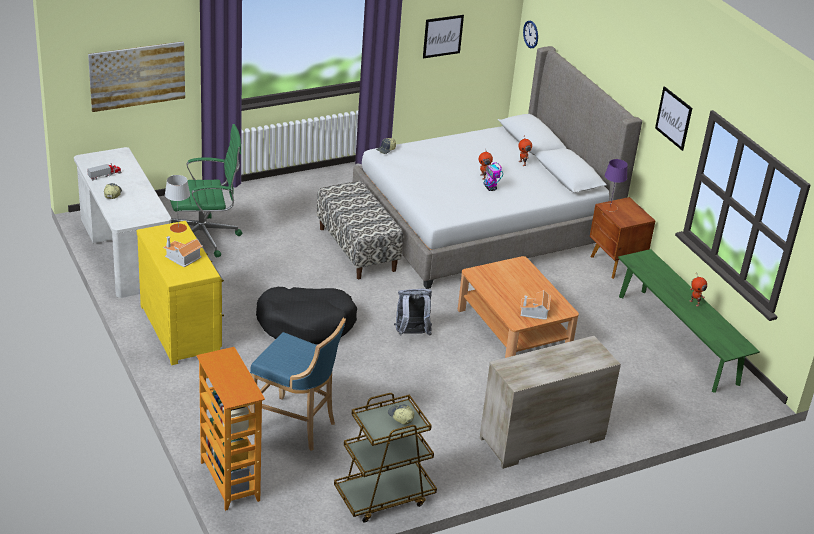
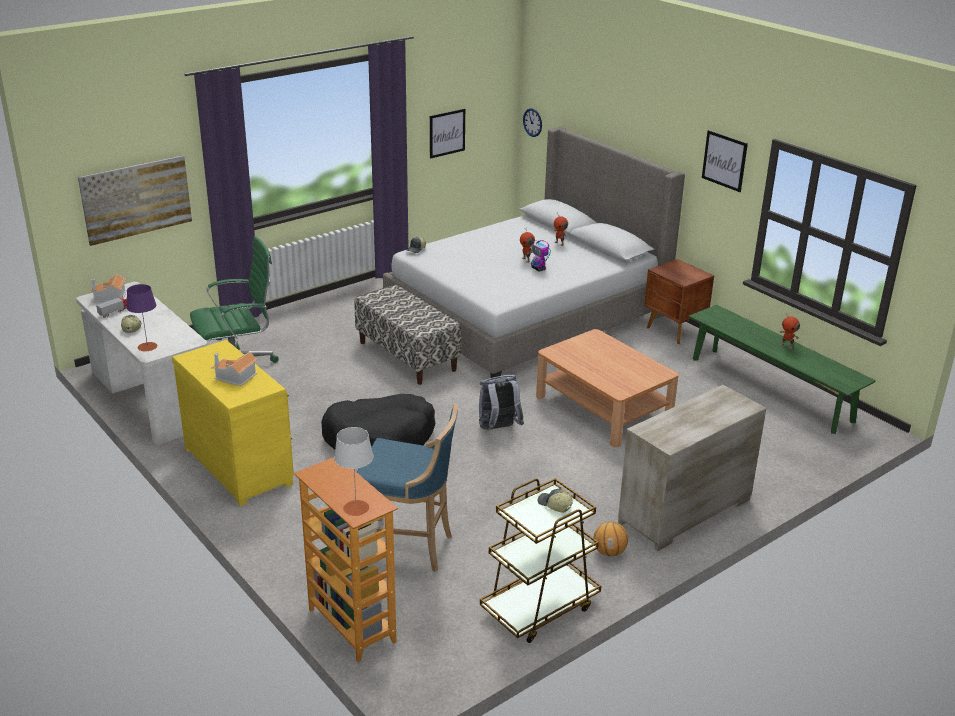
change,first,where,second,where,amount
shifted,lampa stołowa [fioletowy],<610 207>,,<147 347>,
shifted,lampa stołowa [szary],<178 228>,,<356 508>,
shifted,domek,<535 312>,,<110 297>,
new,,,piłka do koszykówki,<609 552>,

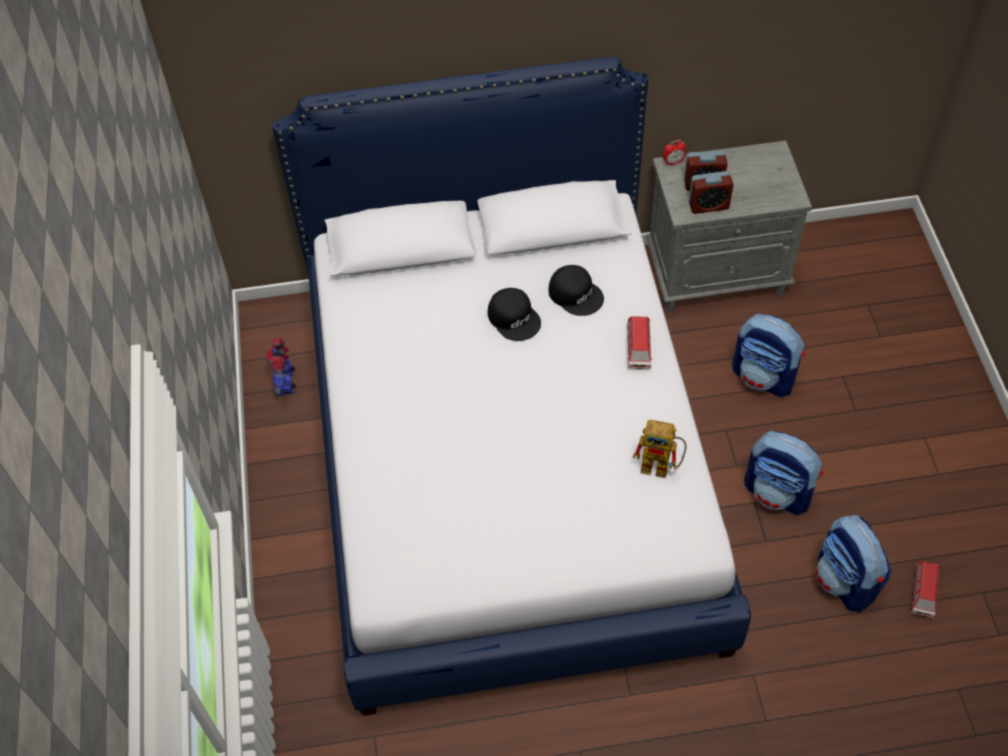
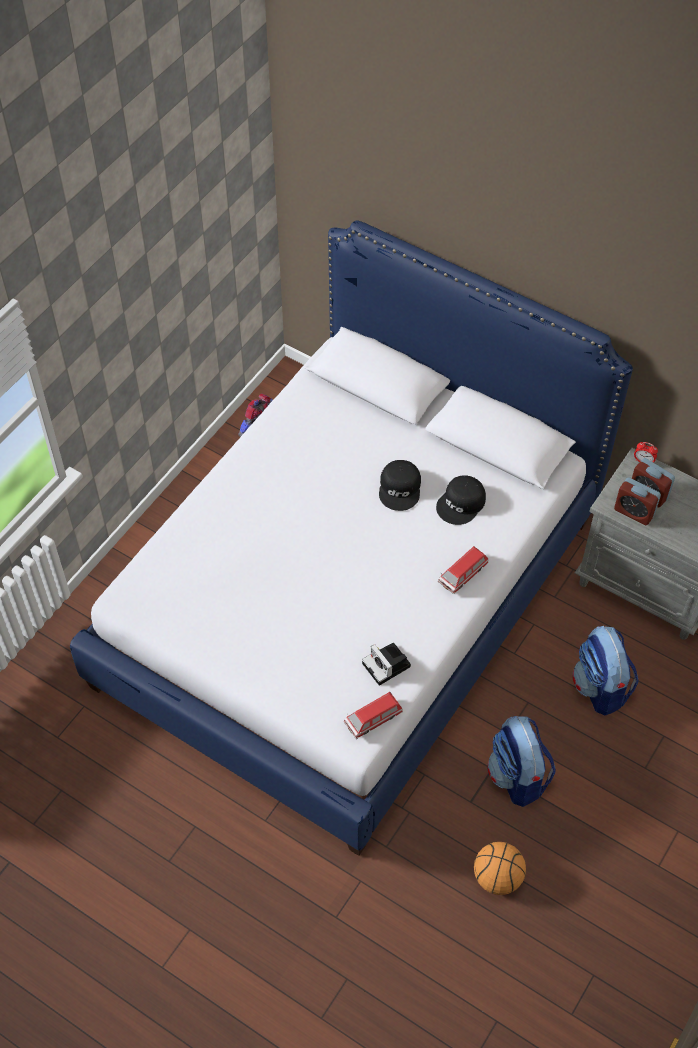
change,first,where,second,where,amount
rotated,czapka z daszkiem [czarny],<576 294>,,<461 504>,45 degrees clockwise
swapped,robot zabawkowy,<661 466>,aparat fotograficzny,<387 666>,
swapped,plecak,<846 581>,piłka do koszykówki,<497 878>,
shifted,samochodzik,<923 593>,,<373 719>,

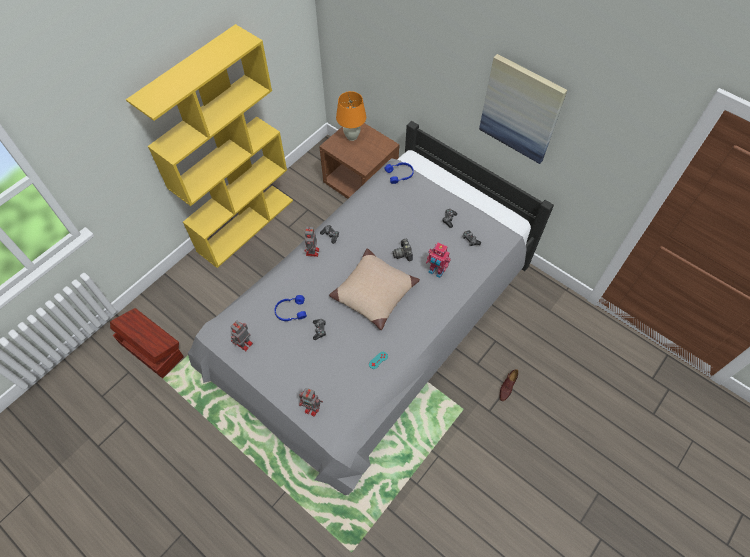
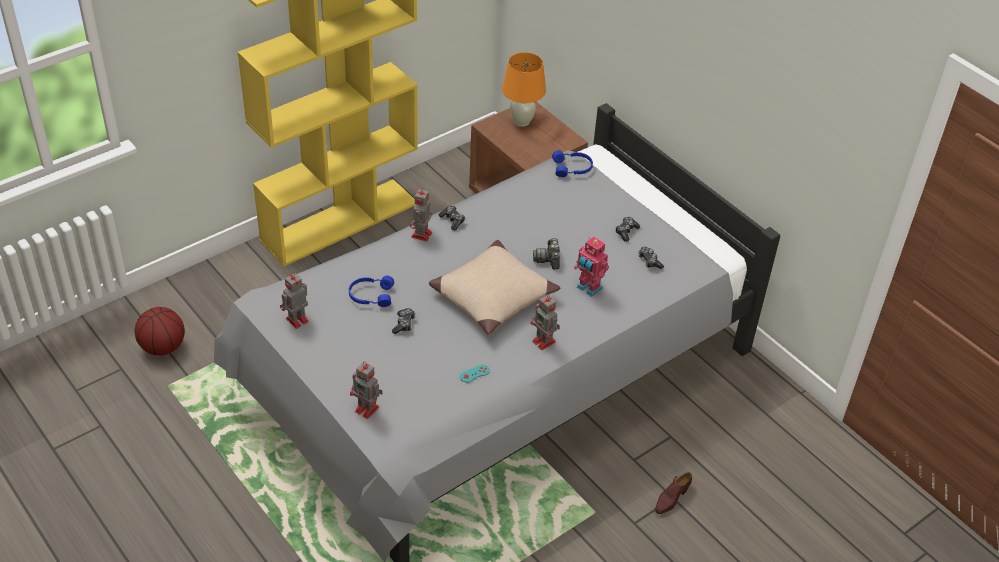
change,first,where,second,where,amount
gone,obraz,<521 109>,,,
swapped,pojemnik do przechowywania [brązowy],<152 349>,piłka do koszykówki,<162 347>,
new,,,robot zabawkowy,<544 342>,

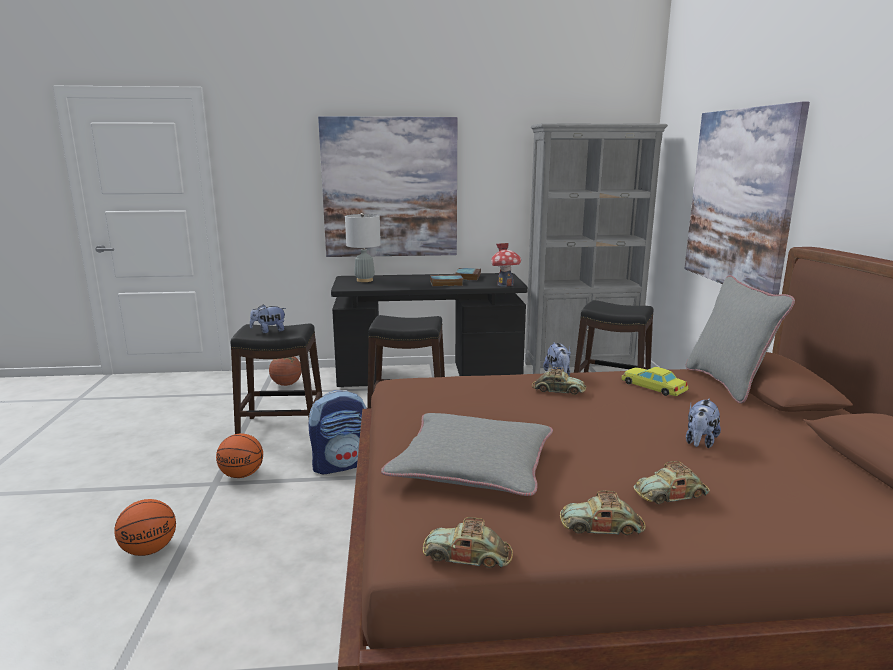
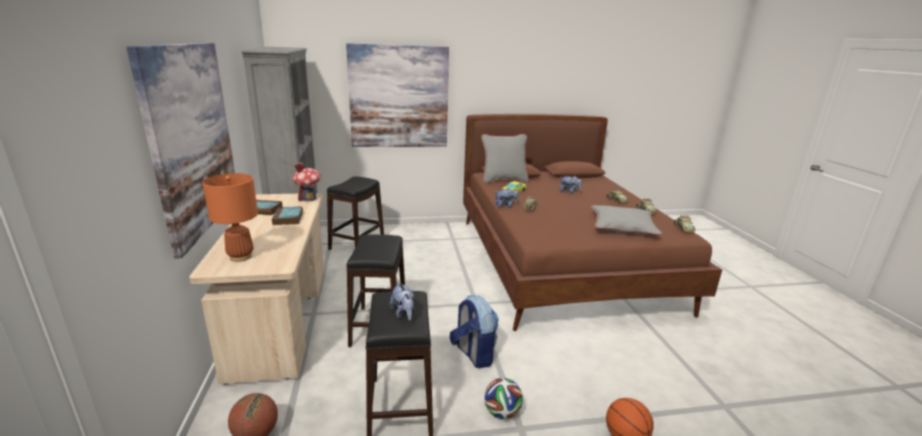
change,first,where,second,where,amount
repainted,lampa stołowa [szary],<365 280>,lampa stołowa [pomarańczowy],<240 257>,
repainted,biurko [czarny],<429 376>,biurko [beżowy],<281 318>,
swapped,piłka do koszykówki,<242 475>,piłka futbolowa,<502 412>,

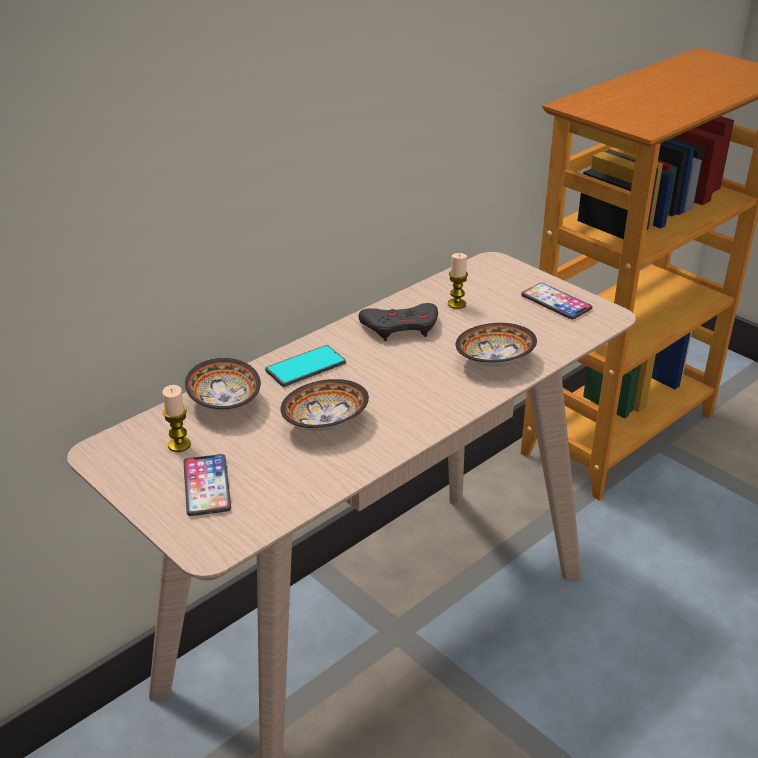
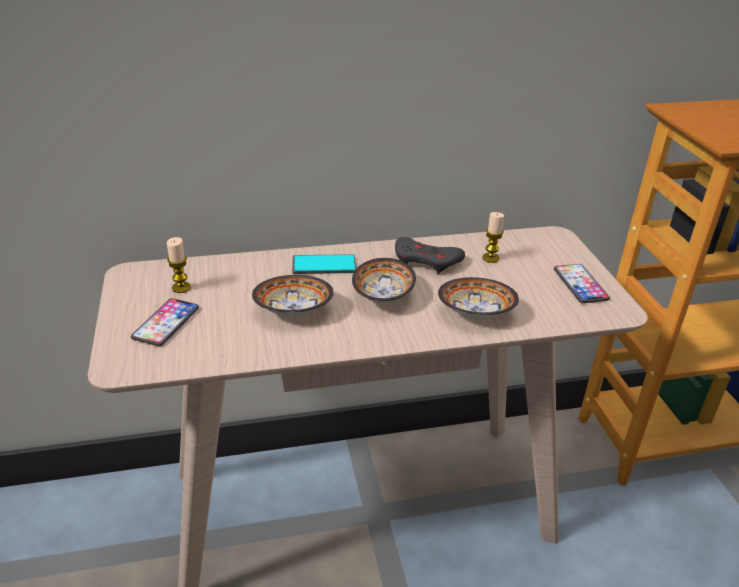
change,first,where,second,where,amount
shifted,miska,<226 401>,,<384 295>,

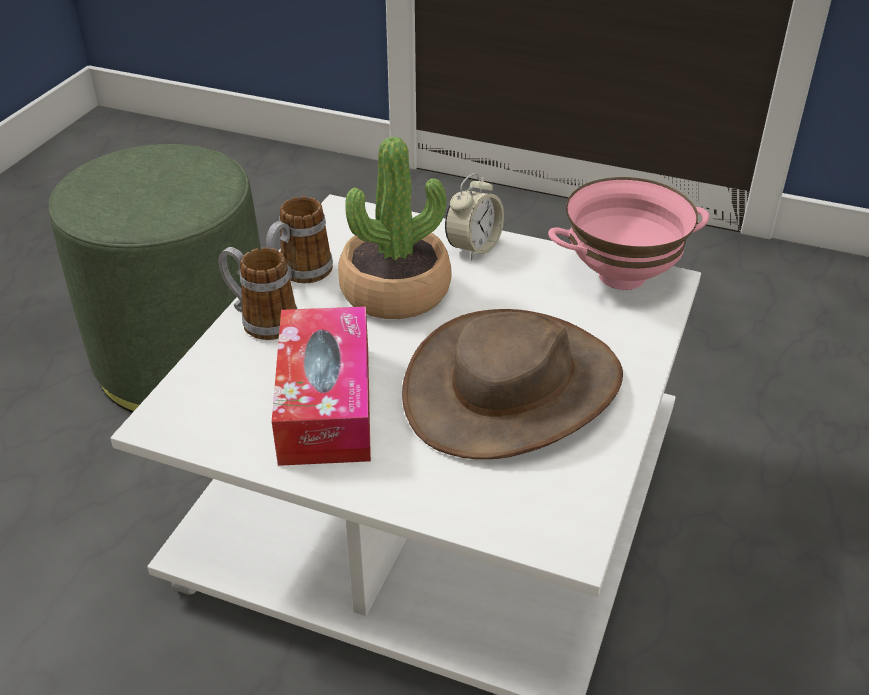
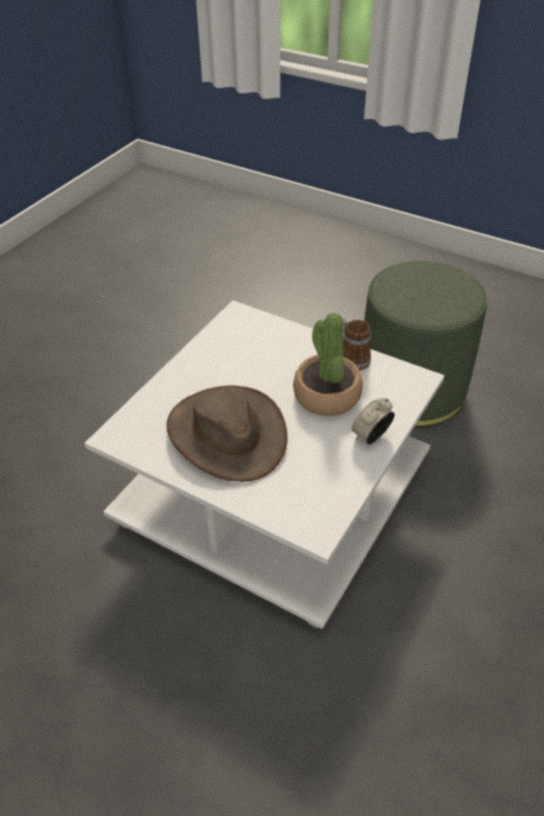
change,first,where,second,where,amount
rotated,budzik,<473 247>,,<371 436>,90 degrees clockwise
gone,miska [różowy],<622 277>,,,
gone,kubek,<261 320>,,,
gone,pudełko chusteczek,<325 403>,,,

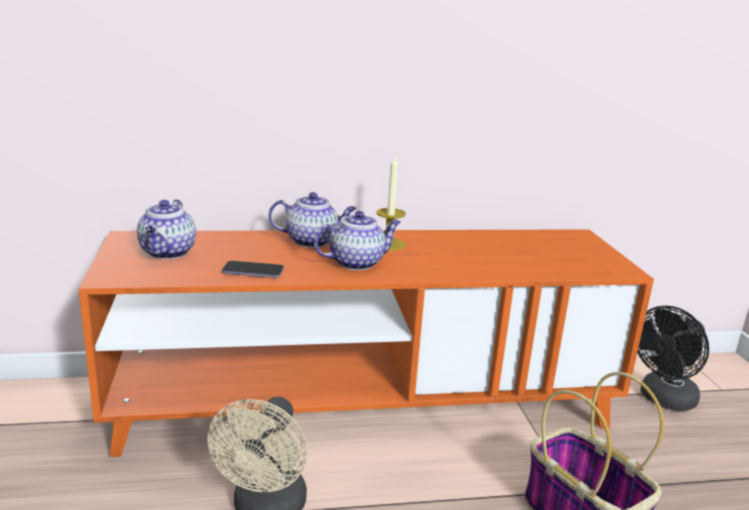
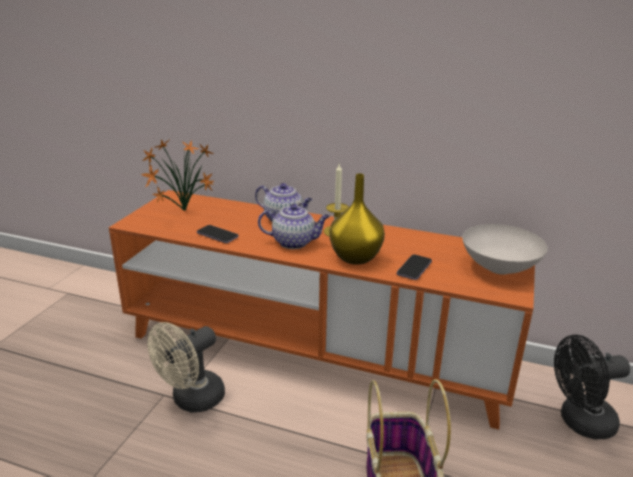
change,first,where,second,where,amount
swapped,imbryk,<168 253>,roślina doniczkowa,<182 212>,
new,,,wazon [żółty],<356 258>,
new,,,miska [biały],<498 267>,
new,,,telefon,<414 268>,

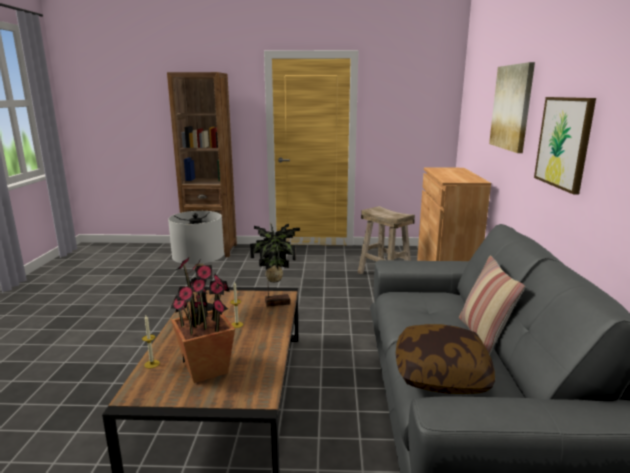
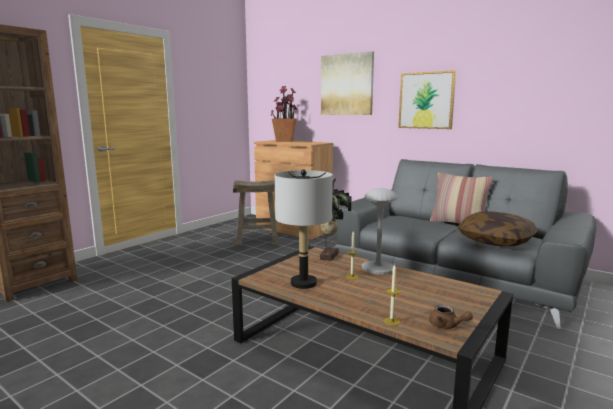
change,first,where,second,where,amount
shifted,roślina doniczkowa,<206 369>,,<284 141>,
new,,,lampa stołowa [szary],<377 269>,
new,,,imbryk [brązowy],<447 326>,

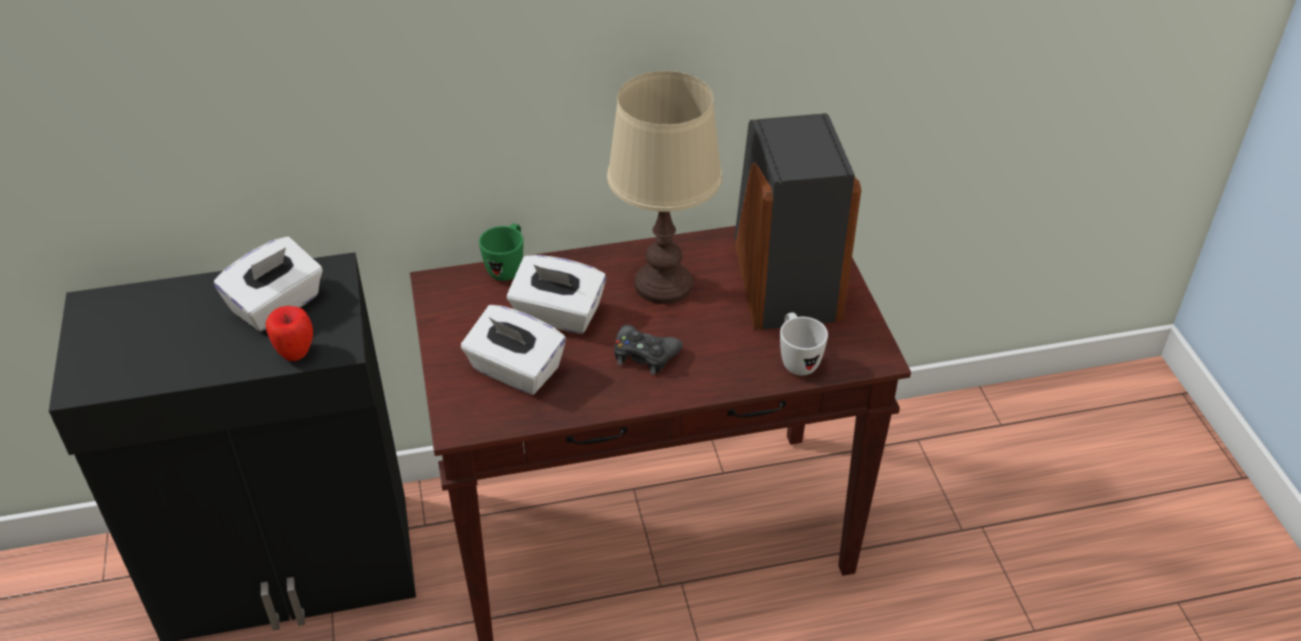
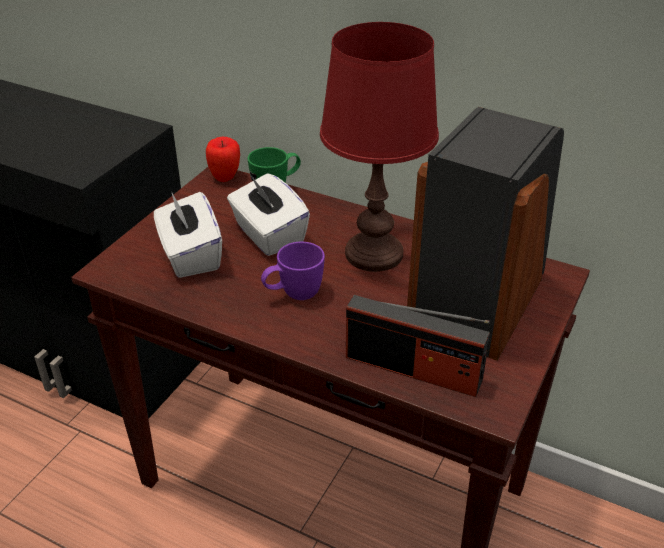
change,first,where,second,where,amount
repainted,lampa stołowa [beżowy],<663 285>,lampa stołowa [czerwony],<373 254>,
gone,pudełko chusteczek [biały],<277 305>,,,
shifted,jabłko,<295 353>,,<225 178>,
swapped,kubek [biały],<796 360>,radio,<413 369>,
swapped,pad do gier [czarny],<644 355>,kubek [fioletowy],<293 295>,

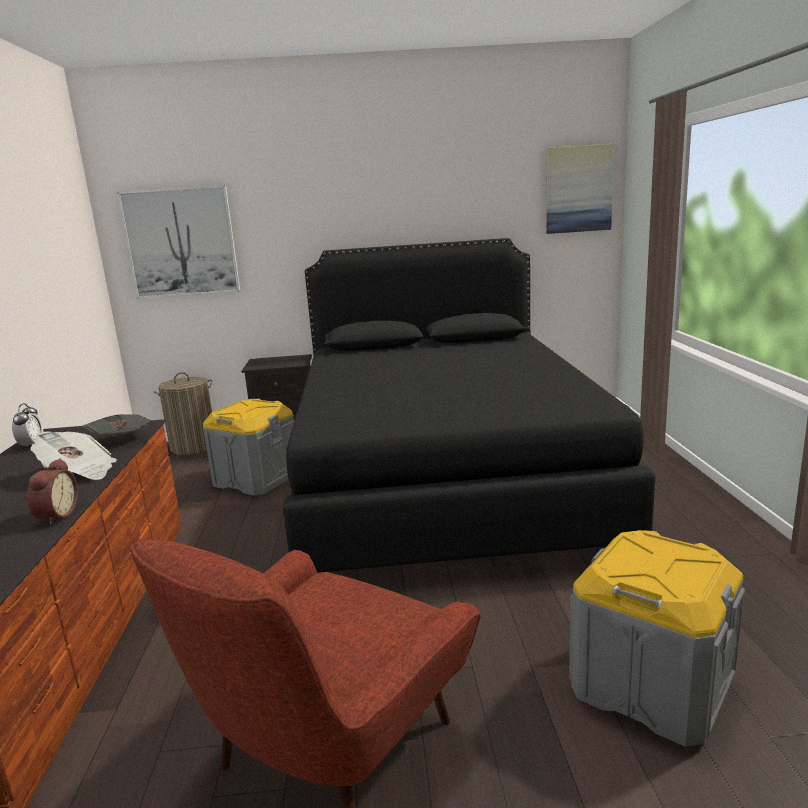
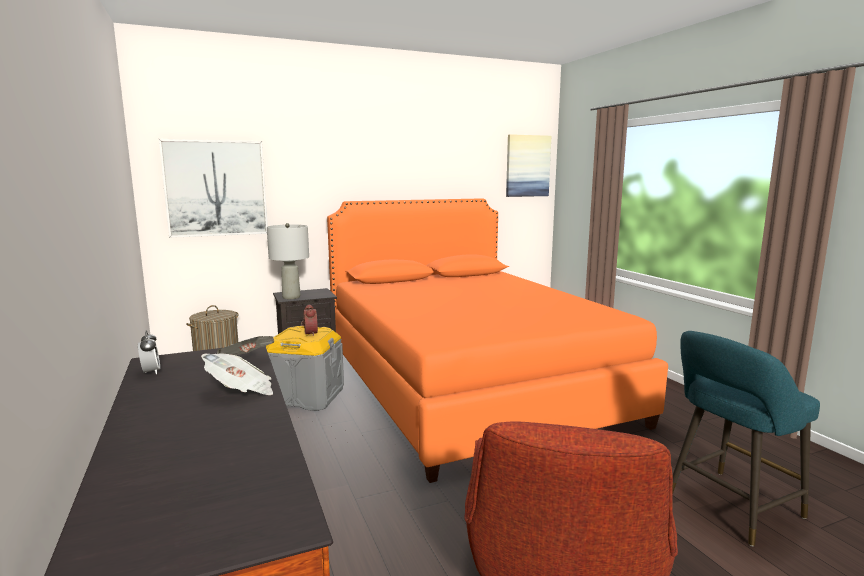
change,first,where,second,where,amount
repainted,łóżko [czarny],<443 479>,łóżko [pomarańczowy],<468 385>,
shifted,budzik,<55 515>,,<309 333>,
swapped,pojemnik do przechowywania [szary],<650 684>,stołek [turkusowy],<729 508>,
new,,,lampa stołowa [szary],<291 297>,

